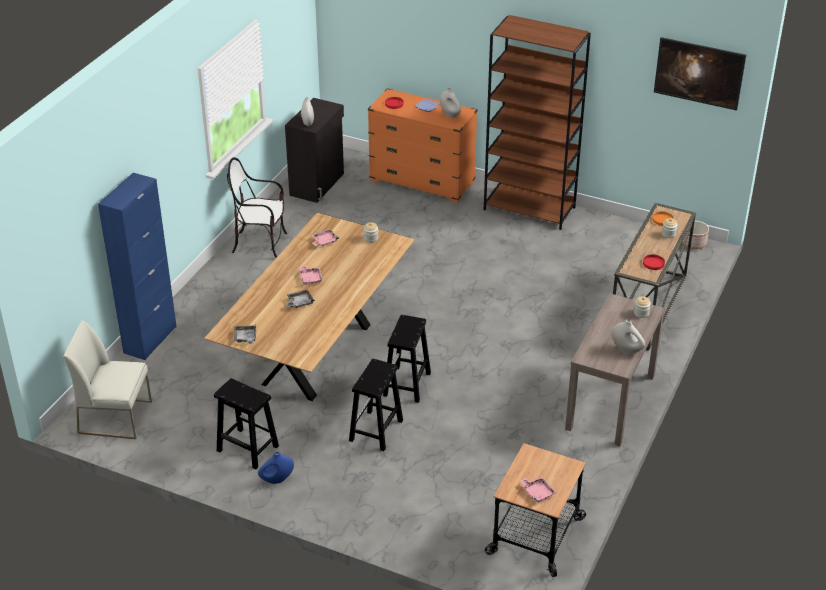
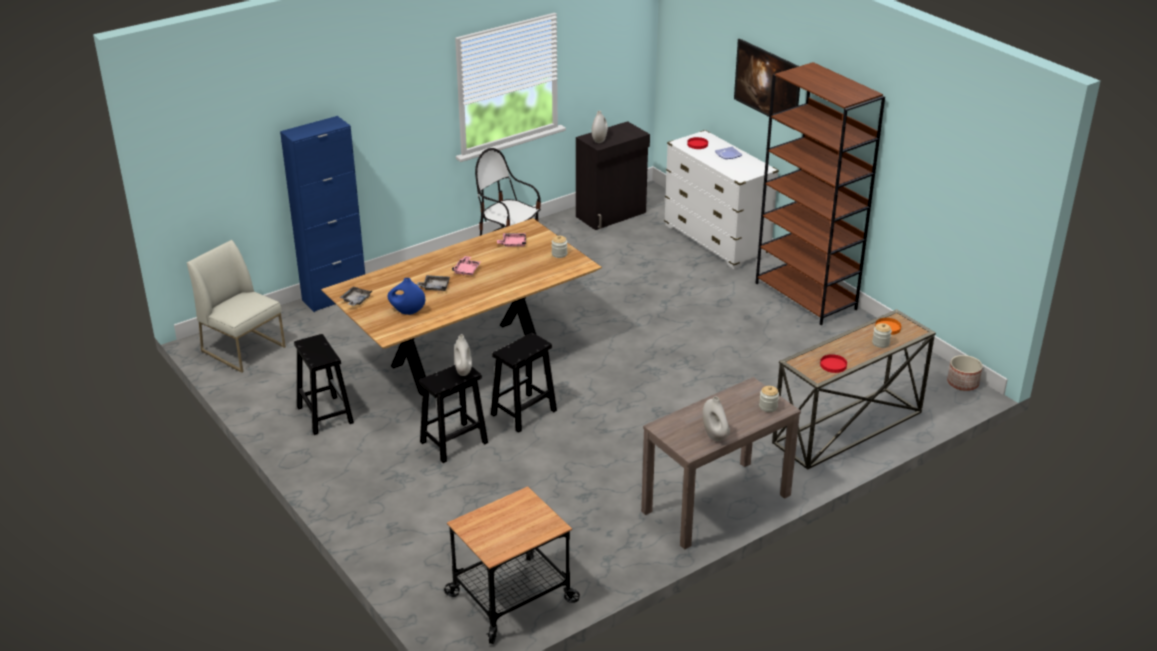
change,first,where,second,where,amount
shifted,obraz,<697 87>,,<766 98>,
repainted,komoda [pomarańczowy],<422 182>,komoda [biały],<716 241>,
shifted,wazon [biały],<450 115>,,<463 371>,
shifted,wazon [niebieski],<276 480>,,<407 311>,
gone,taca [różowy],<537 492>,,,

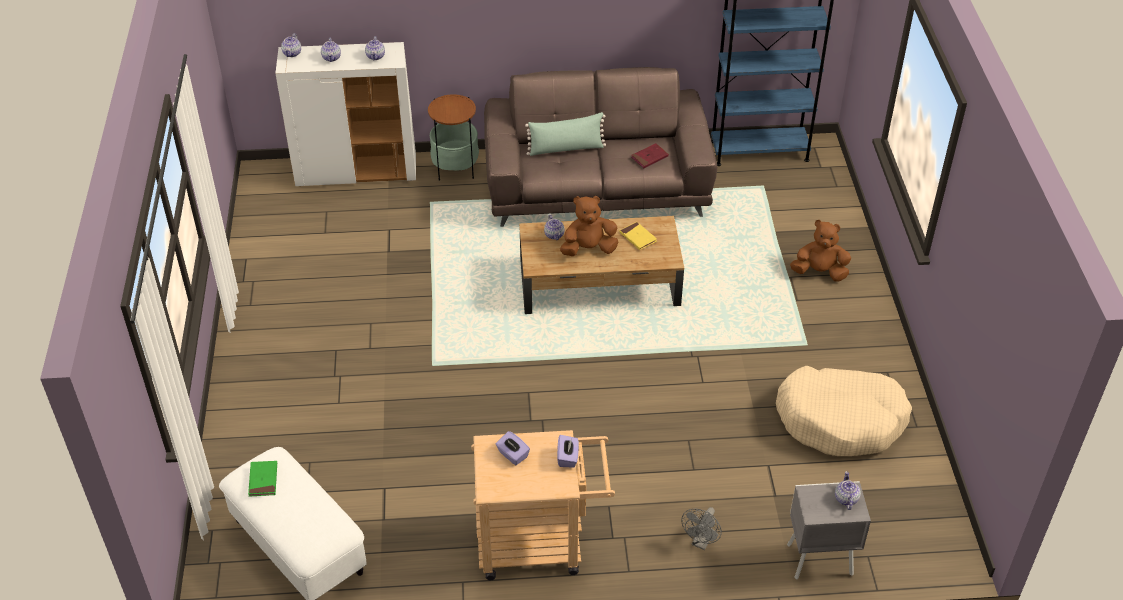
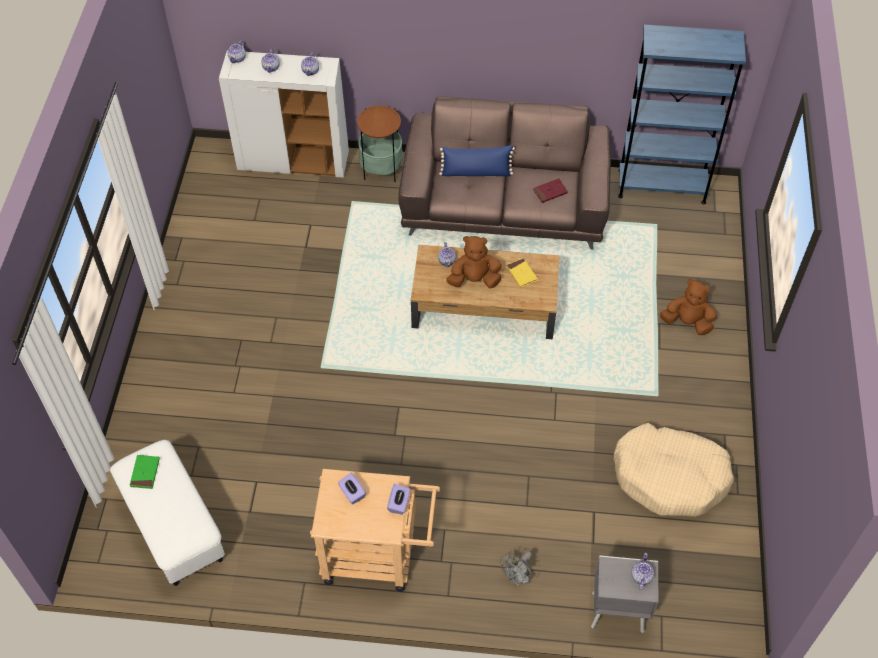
change,first,where,second,where,amount
repainted,poduszka [zielony],<566 149>,poduszka [niebieski],<476 172>,

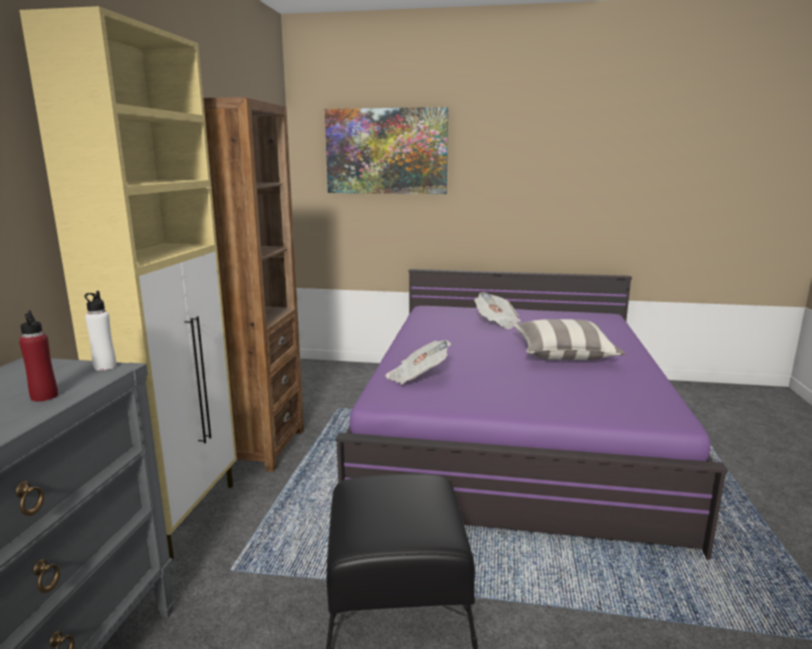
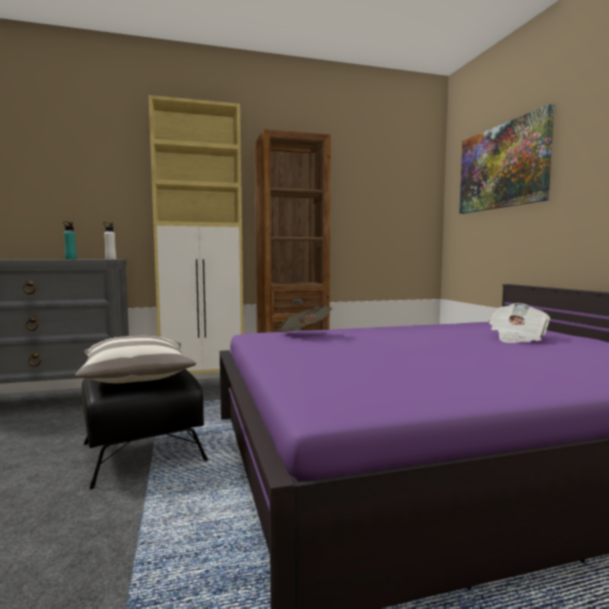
change,first,where,second,where,amount
repainted,butelka [czerwony],<44 397>,butelka [turkusowy],<71 259>,
shifted,poduszka,<563 354>,,<137 376>,

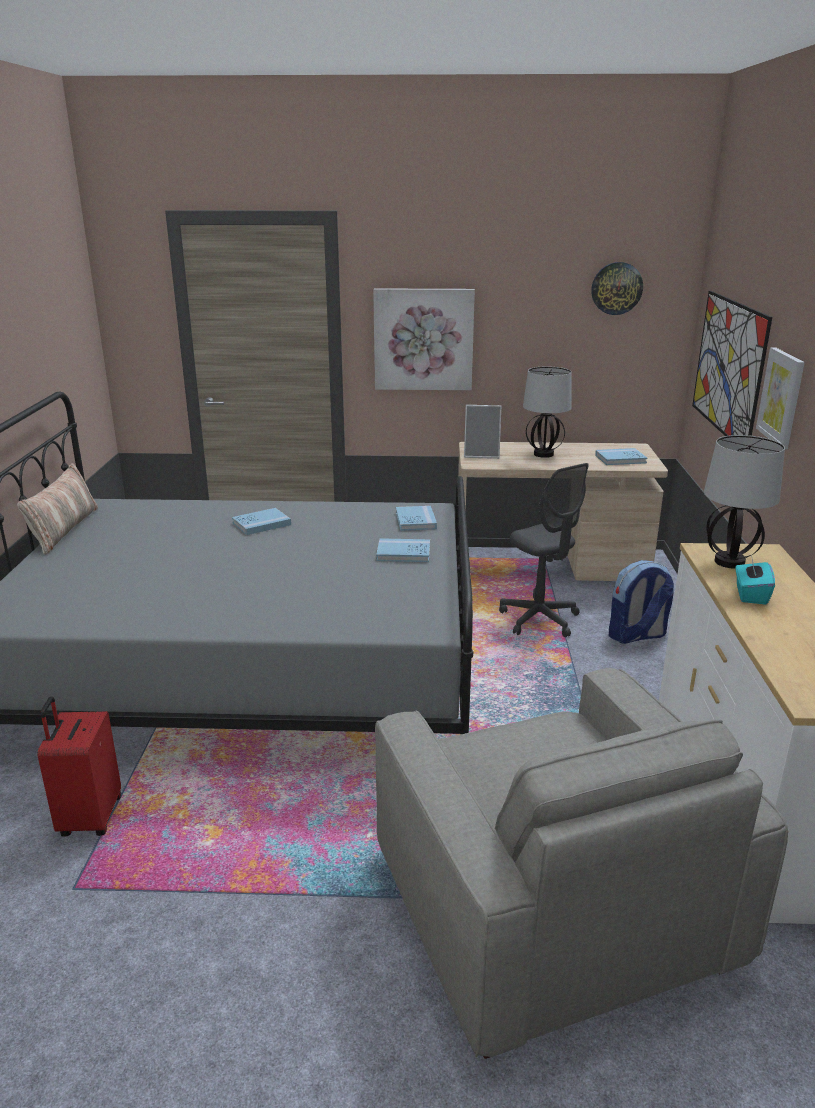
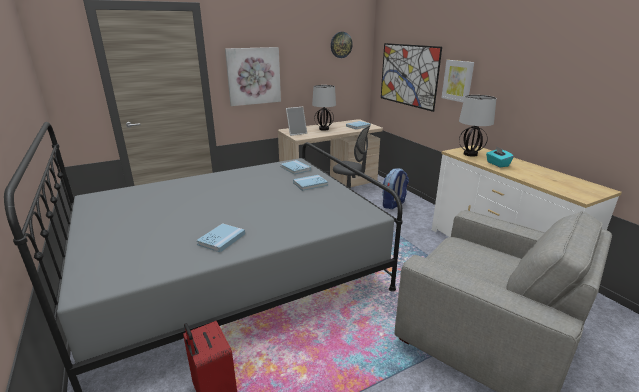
change,first,where,second,where,amount
gone,poduszka,<64 529>,,,
shifted,książka [niebieski],<261 524>,,<221 239>,

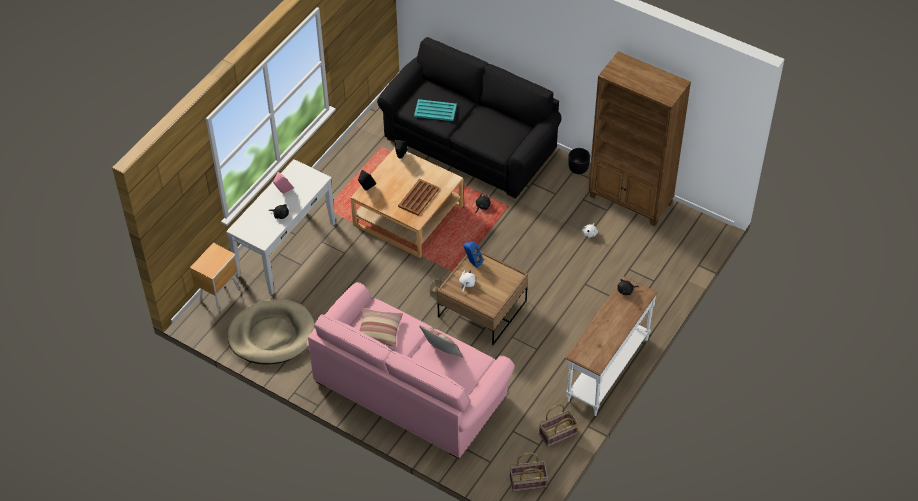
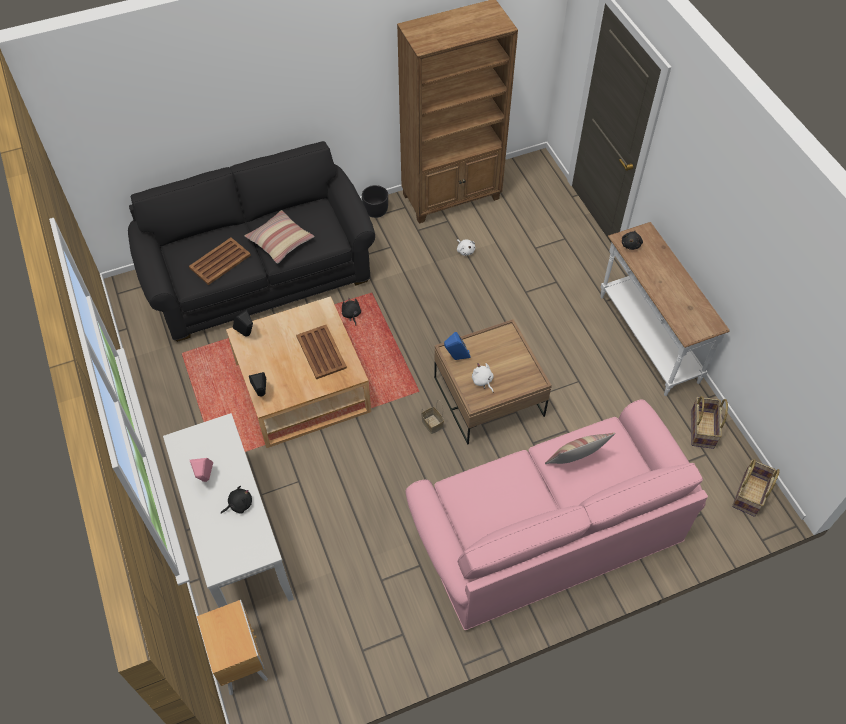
change,first,where,second,where,amount
repainted,taca [turkusowy],<436 111>,taca [brązowy],<220 261>,
gone,legowisko [beżowy],<271 335>,,,
shifted,poduszka,<379 331>,,<280 241>,

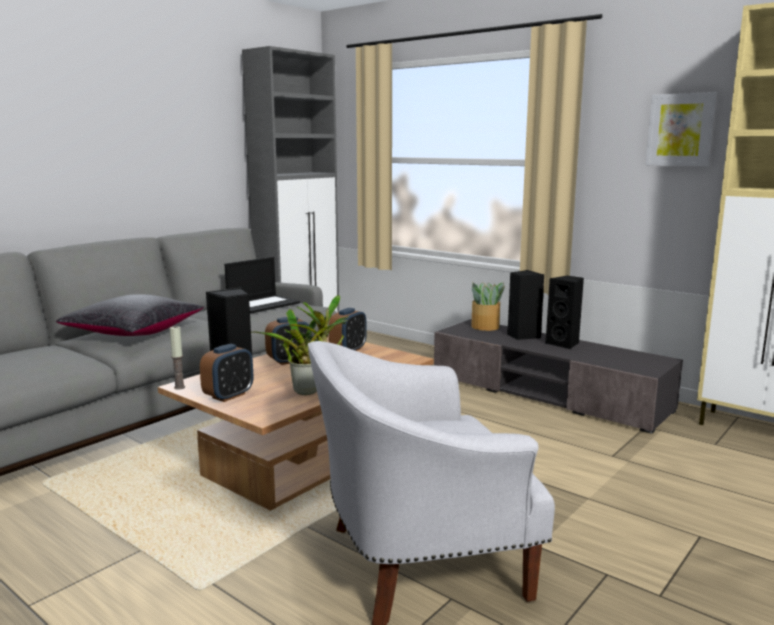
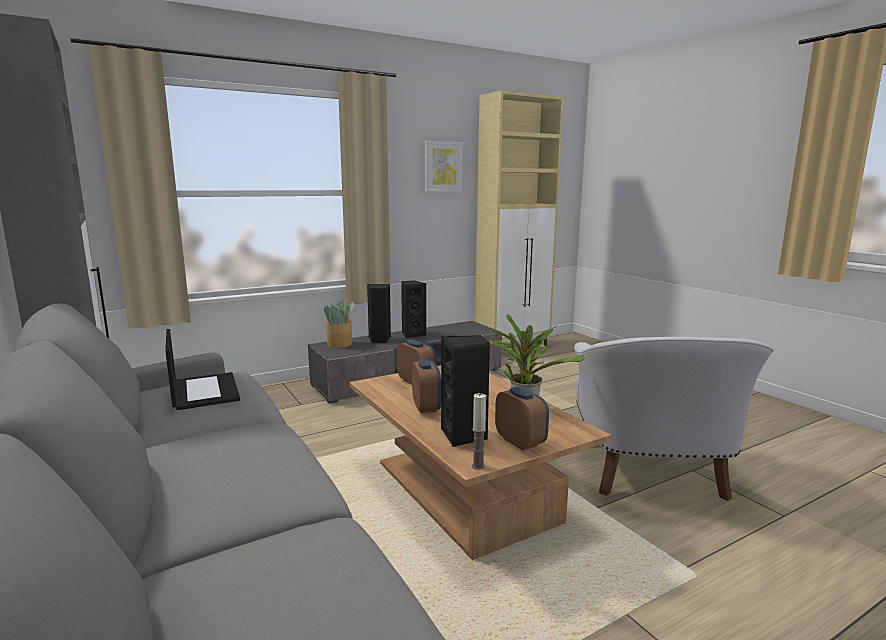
change,first,where,second,where,amount
gone,poduszka [czarny],<134 332>,,,

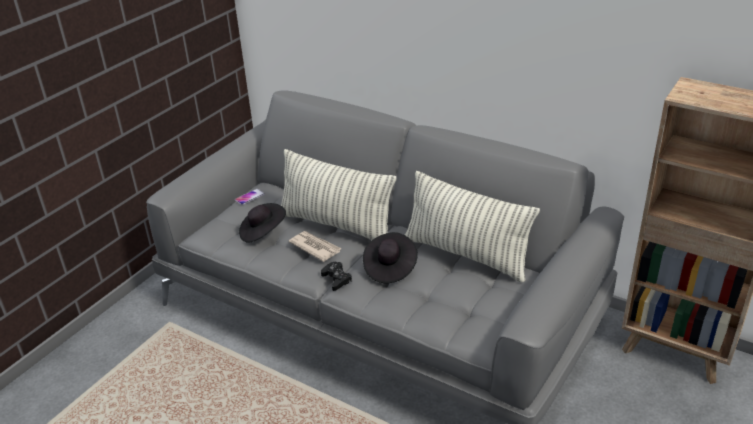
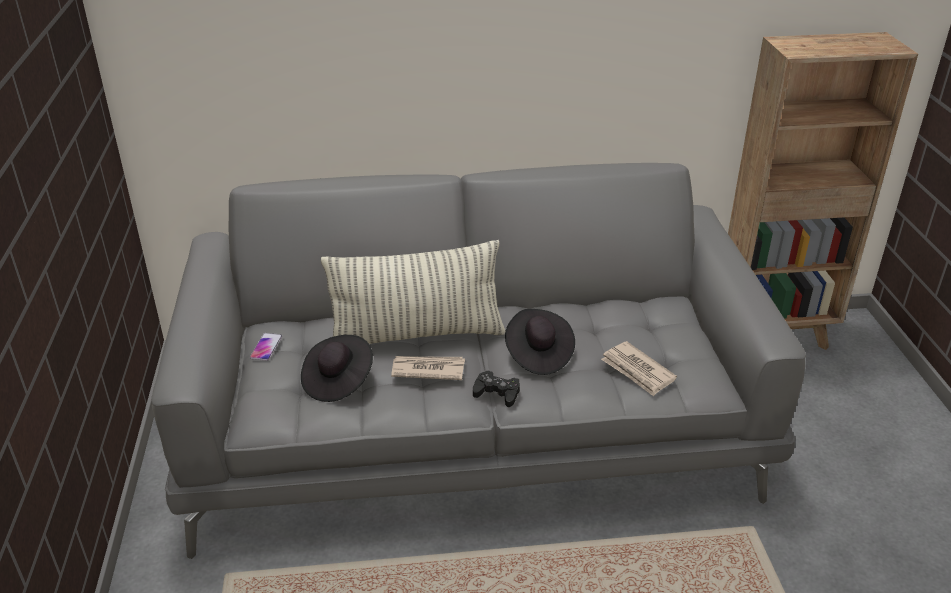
change,first,where,second,where,amount
gone,poduszka,<466 255>,,,
new,,,gazeta,<637 371>,

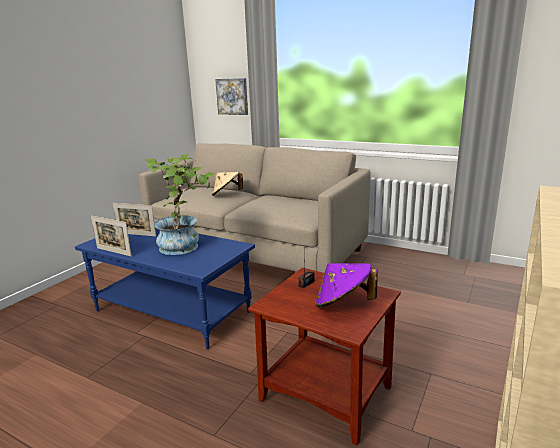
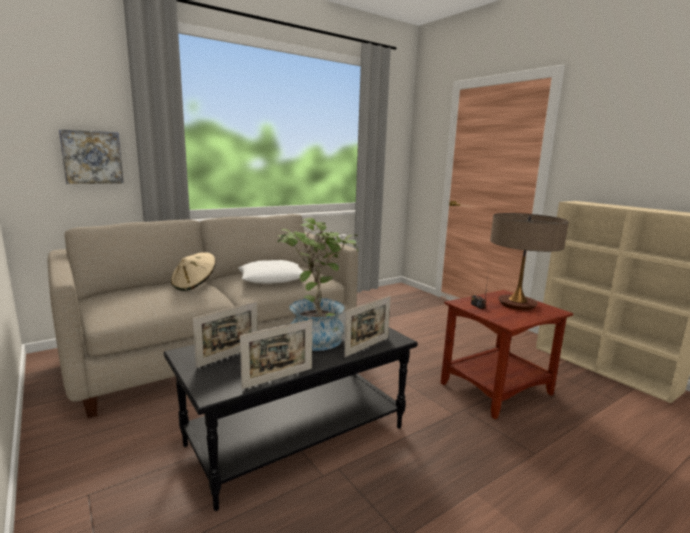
change,first,where,second,where,amount
repainted,ława [niebieski],<173 311>,ława [czarny],<296 435>,
swapped,kapelusz [fioletowy],<343 304>,lampa stołowa,<517 304>,
new,,,poduszka [biały],<272 278>,
new,,,ramka na zdjęcie,<367 347>,

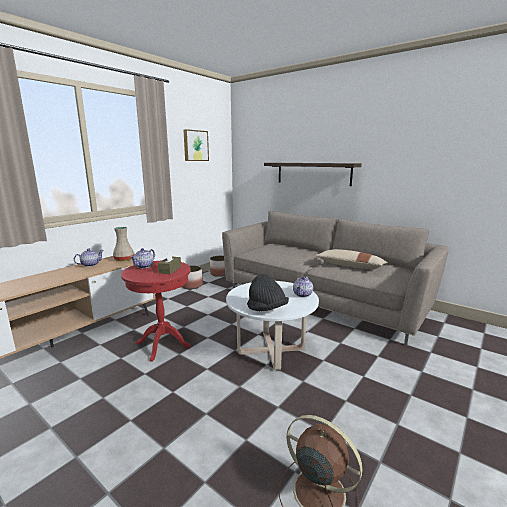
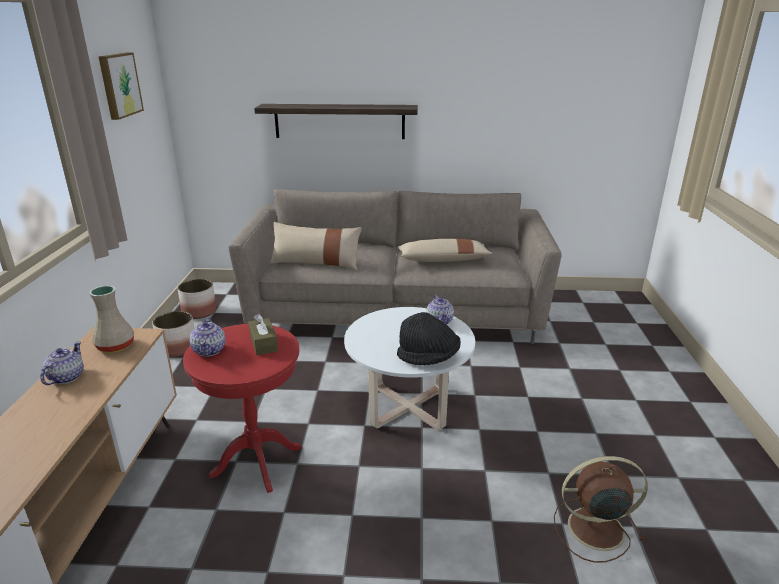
change,first,where,second,where,amount
new,,,poduszka [beżowy],<316 262>,

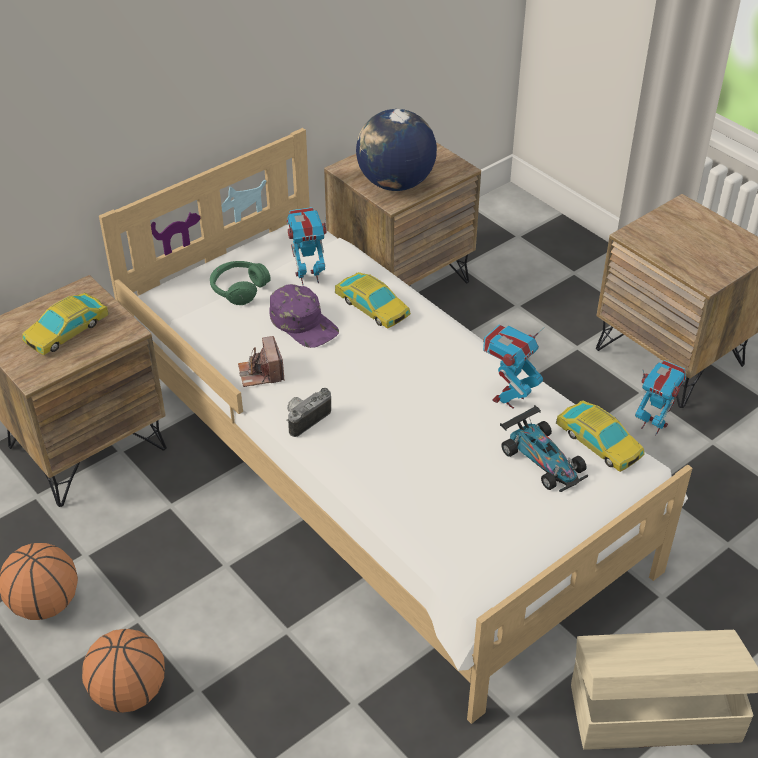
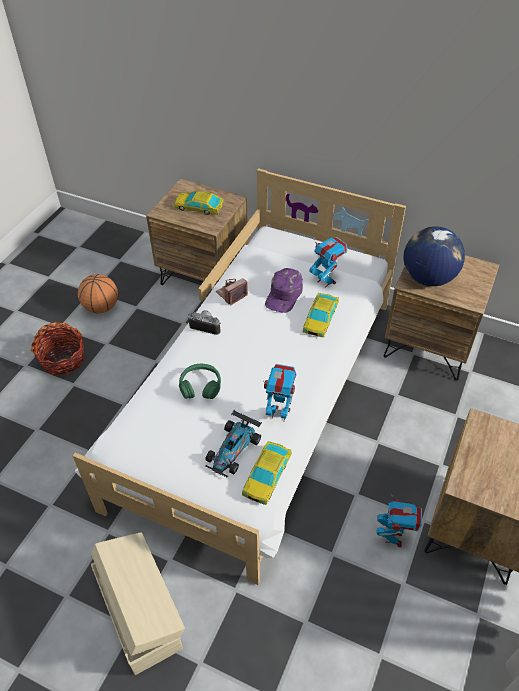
change,first,where,second,where,amount
shifted,słuchawki [zielony],<239 289>,,<200 386>,
swapped,piłka do koszykówki,<129 692>,koszyk,<63 360>,

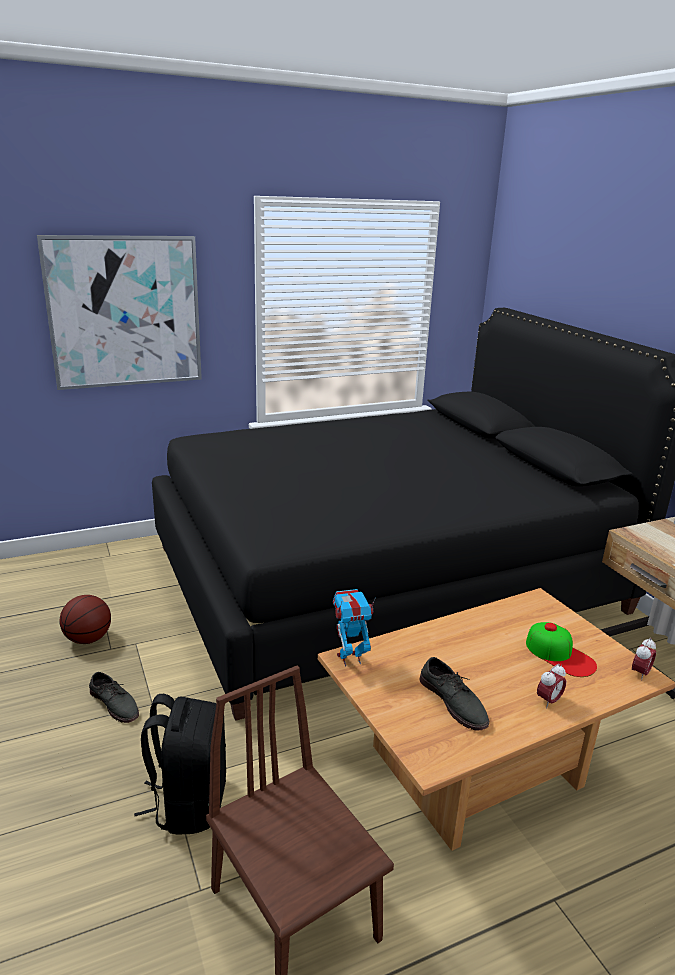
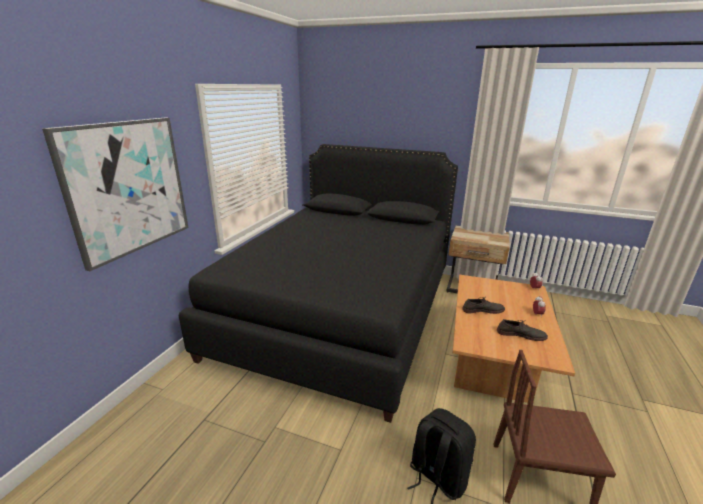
change,first,where,second,where,amount
gone,robot zabawkowy,<350 658>,,,
gone,piłka do koszykówki,<88 639>,,,
gone,czapka z daszkiem,<560 654>,,,
shifted,but [szary],<115 703>,,<483 310>,

